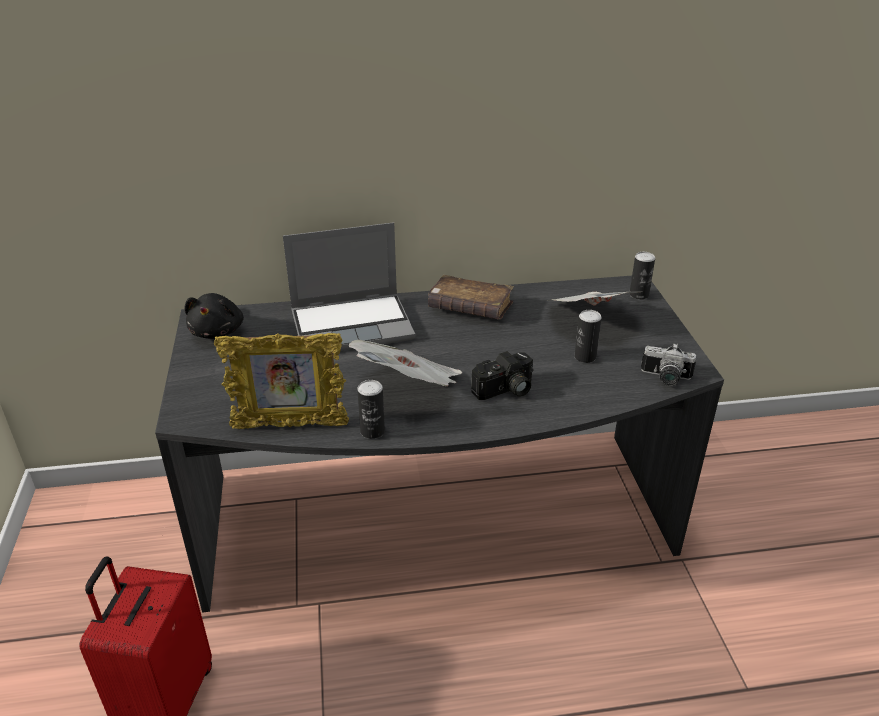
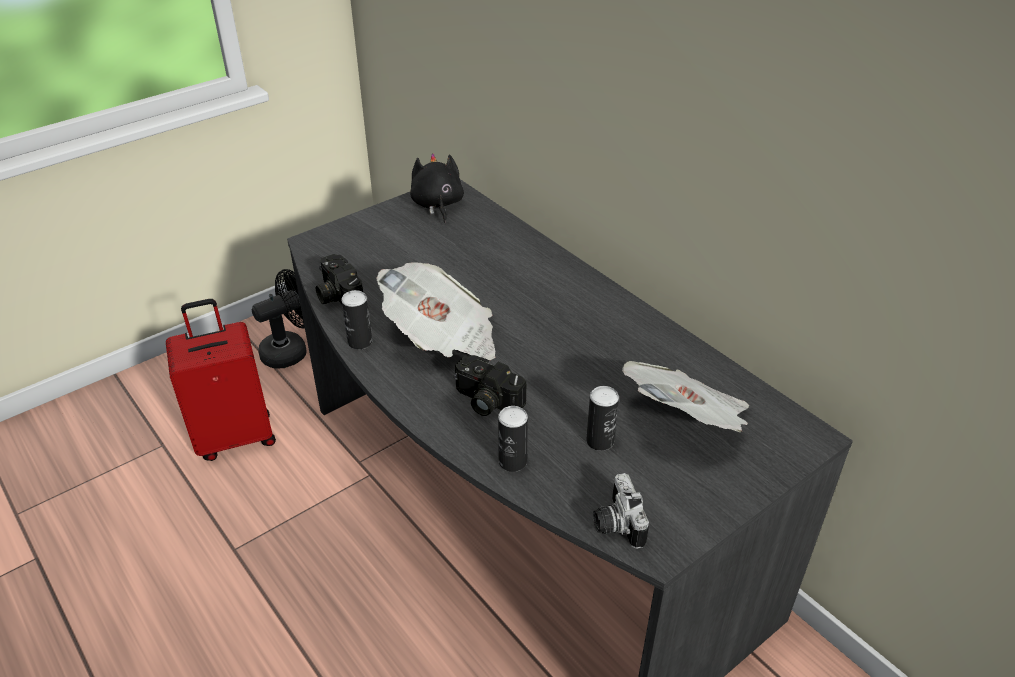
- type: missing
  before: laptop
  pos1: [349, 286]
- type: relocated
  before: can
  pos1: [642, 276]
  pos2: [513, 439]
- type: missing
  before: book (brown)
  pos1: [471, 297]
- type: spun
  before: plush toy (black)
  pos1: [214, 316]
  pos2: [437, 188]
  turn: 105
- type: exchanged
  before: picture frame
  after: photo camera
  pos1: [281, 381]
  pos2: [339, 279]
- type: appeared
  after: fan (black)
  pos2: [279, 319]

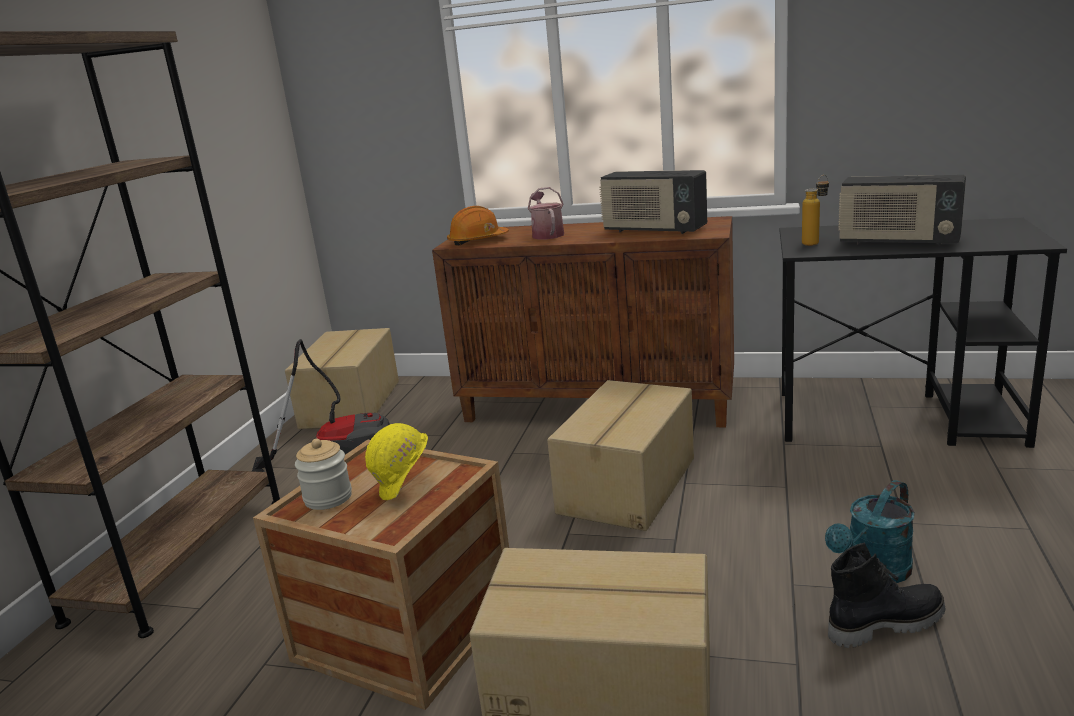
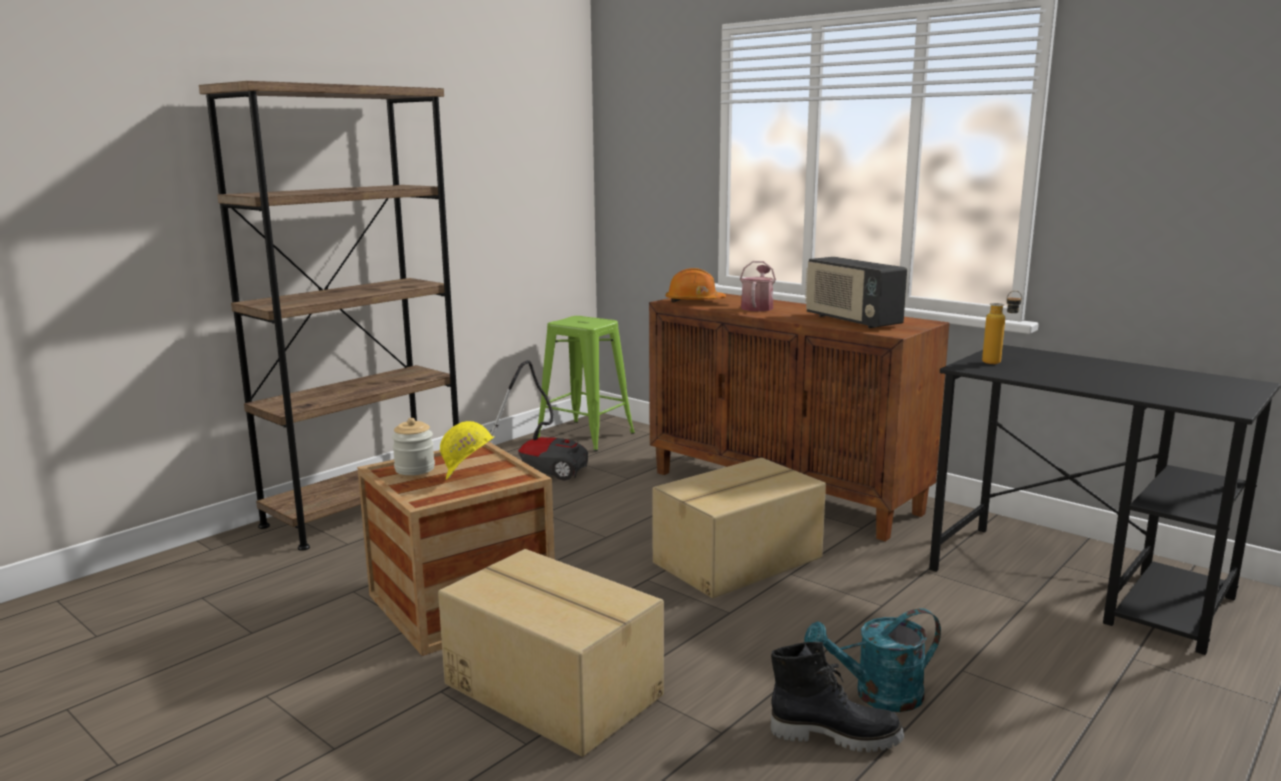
- type: missing
  before: radio
  pos1: [902, 210]
- type: exchanged
  before: cardboard box
  after: stool (green)
  pos1: [342, 378]
  pos2: [586, 383]

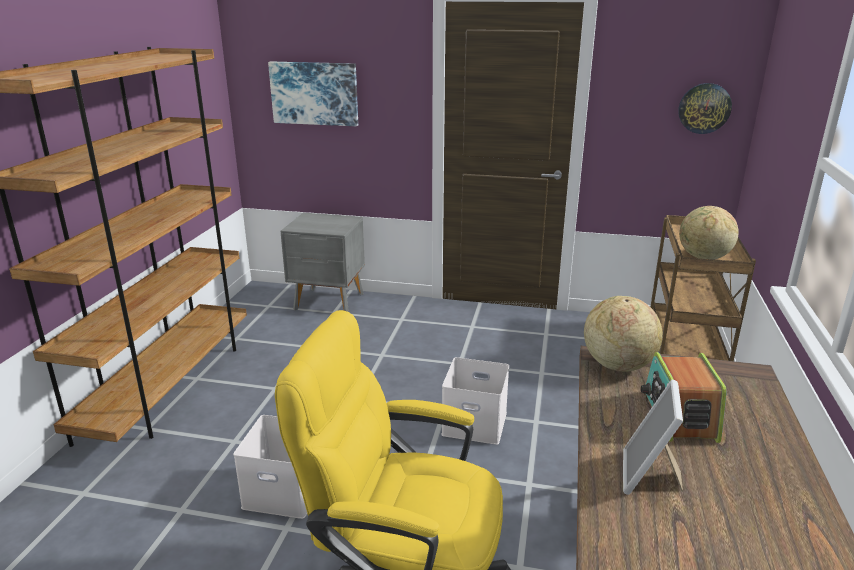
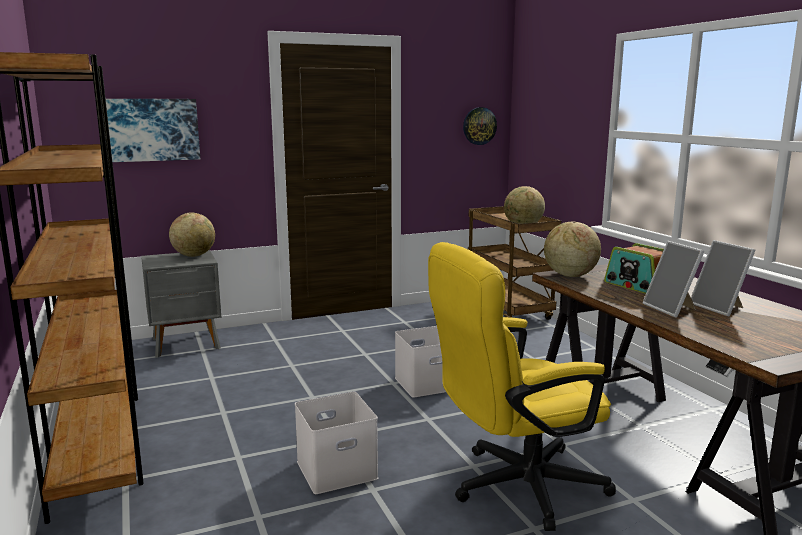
- type: appeared
  after: globe
  pos2: [192, 234]
- type: appeared
  after: picture frame
  pos2: [723, 278]

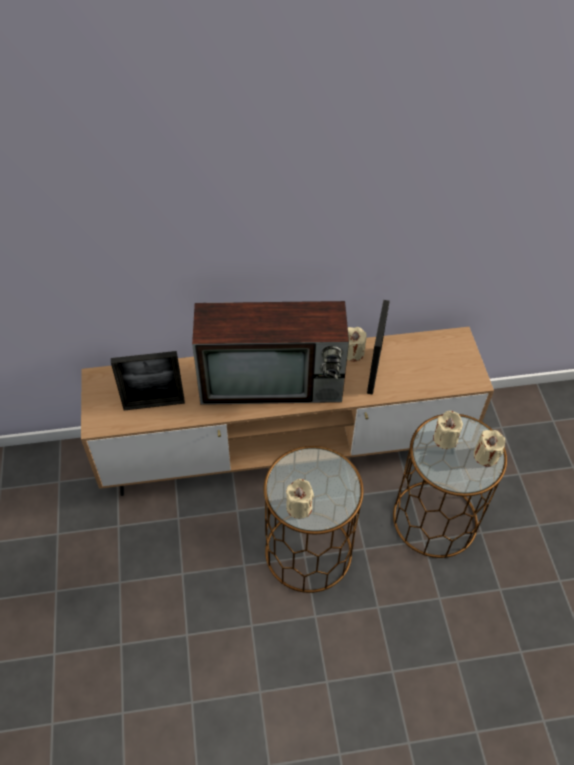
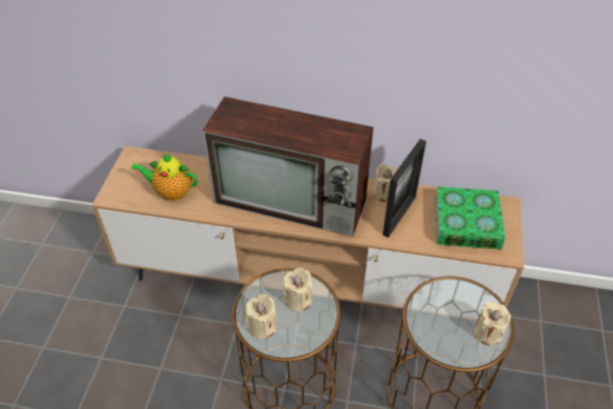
- type: exchanged
  before: picture frame
  after: teapot
  pos1: [148, 381]
  pos2: [164, 177]
- type: relocated
  before: candle (beige)
  pos1: [448, 430]
  pos2: [297, 289]
- type: appeared
  after: book
  pos2: [470, 218]

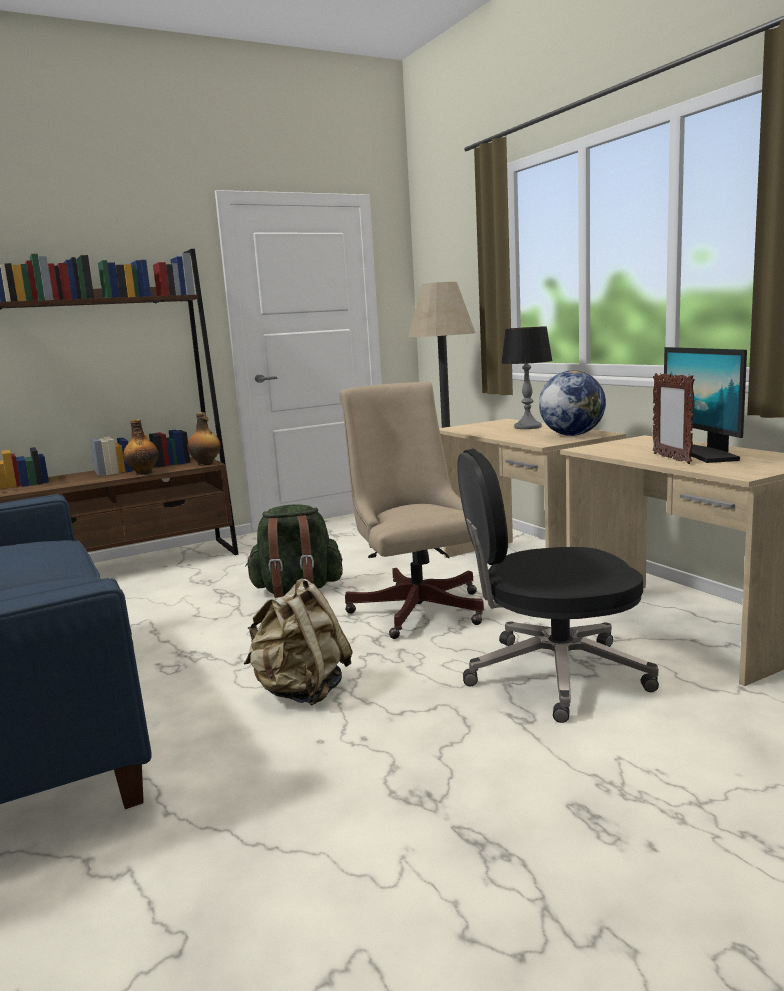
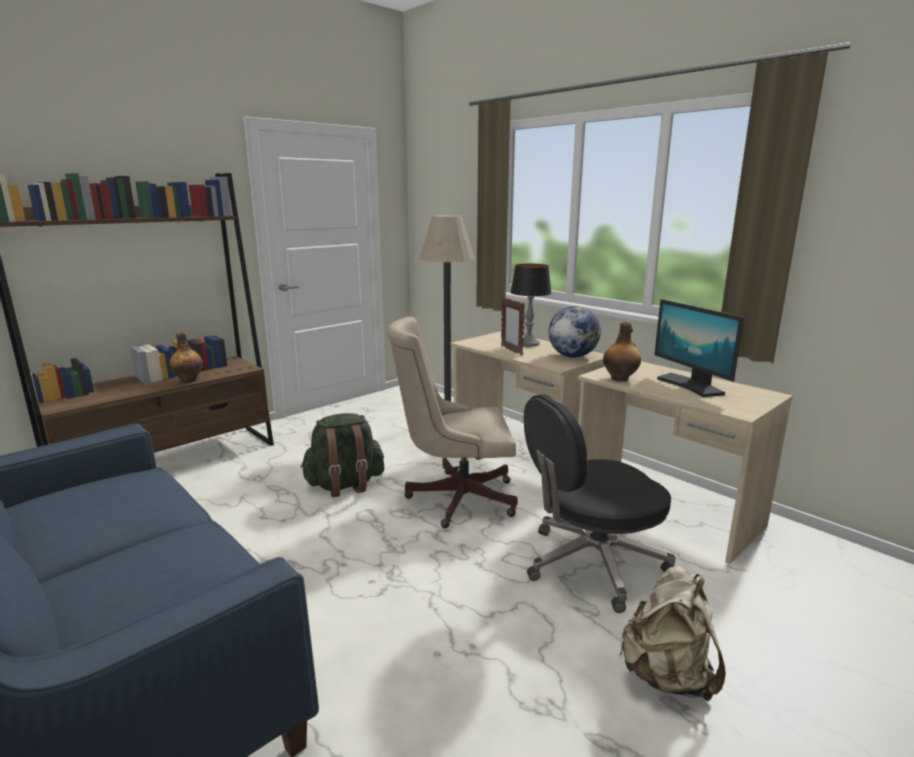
- type: relocated
  before: picture frame
  pos1: [674, 418]
  pos2: [513, 326]
- type: spun
  before: office chair (beige)
  pos1: [411, 510]
  pos2: [452, 422]
  turn: -60
- type: relocated
  before: bottle
  pos1: [204, 439]
  pos2: [622, 351]
- type: relocated
  before: backpack (beige)
  pos1: [298, 642]
  pos2: [672, 634]

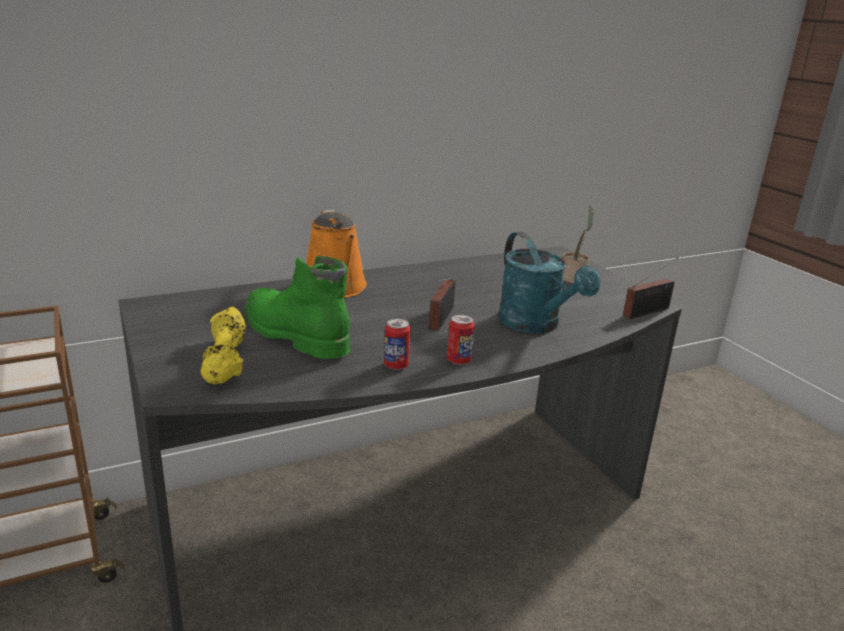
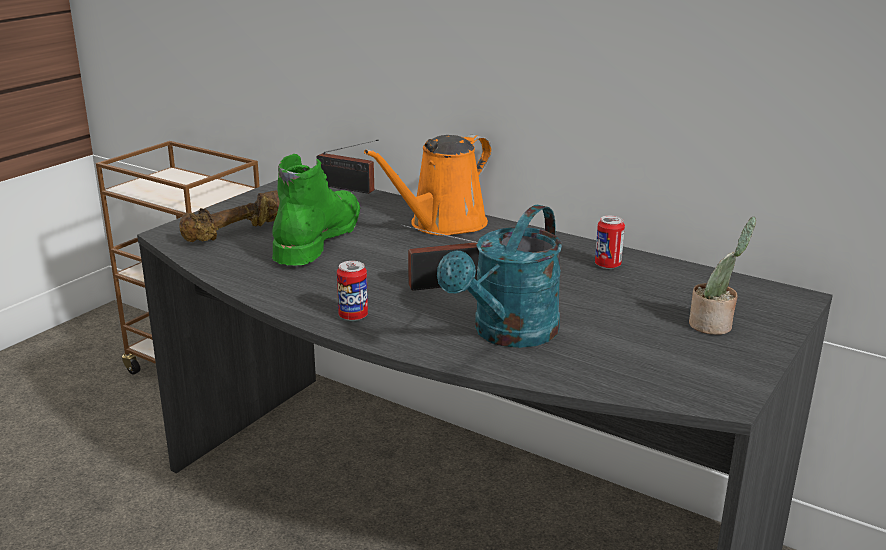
- type: relocated
  before: radio
  pos1: [651, 288]
  pos2: [347, 167]
- type: colour
  before: dumbbell (yellow)
  after: dumbbell (brown)
  pos1: [223, 345]
  pos2: [229, 216]
- type: relocated
  before: can
  pos1: [397, 344]
  pos2: [610, 242]

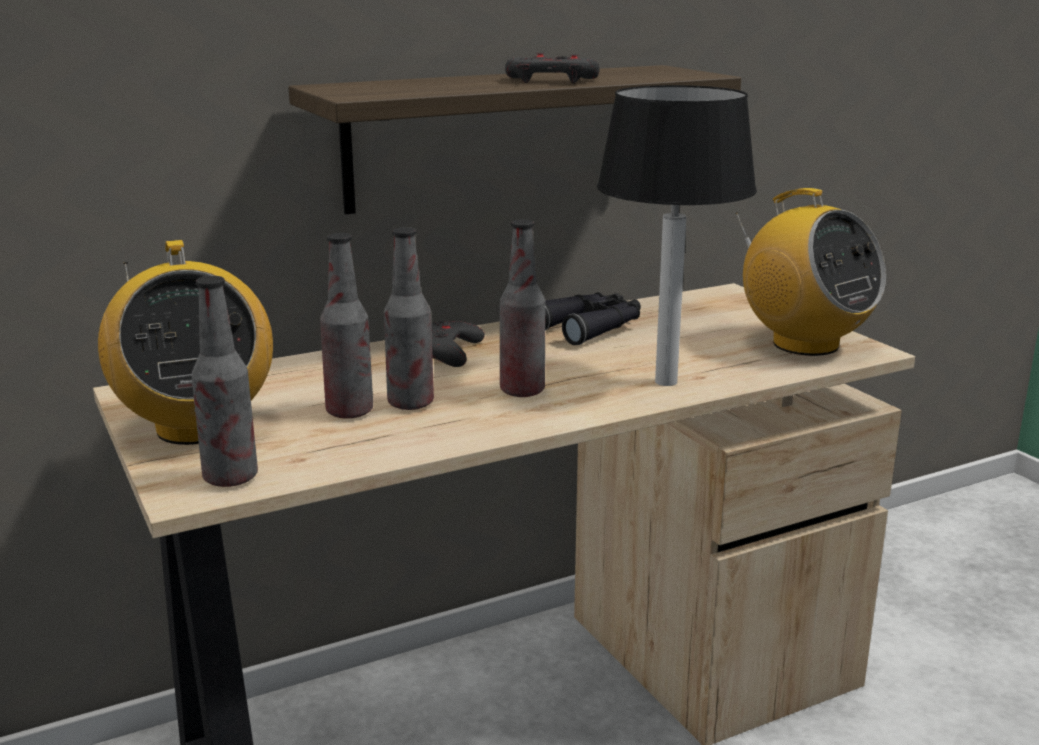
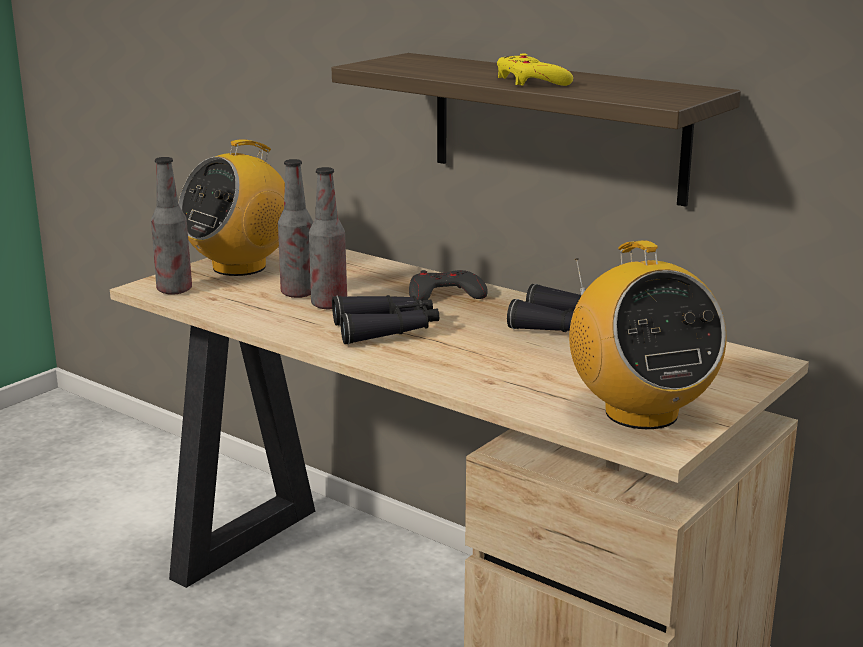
- type: colour
  before: game controller (grey)
  after: game controller (yellow)
  pos1: [552, 67]
  pos2: [535, 70]
- type: missing
  before: table lamp
  pos1: [677, 235]
- type: spun
  before: radio
  pos1: [810, 272]
  pos2: [647, 334]
  turn: -45
- type: exchanged
  before: bottle
  after: binoculars (black)
  pos1: [522, 308]
  pos2: [385, 319]

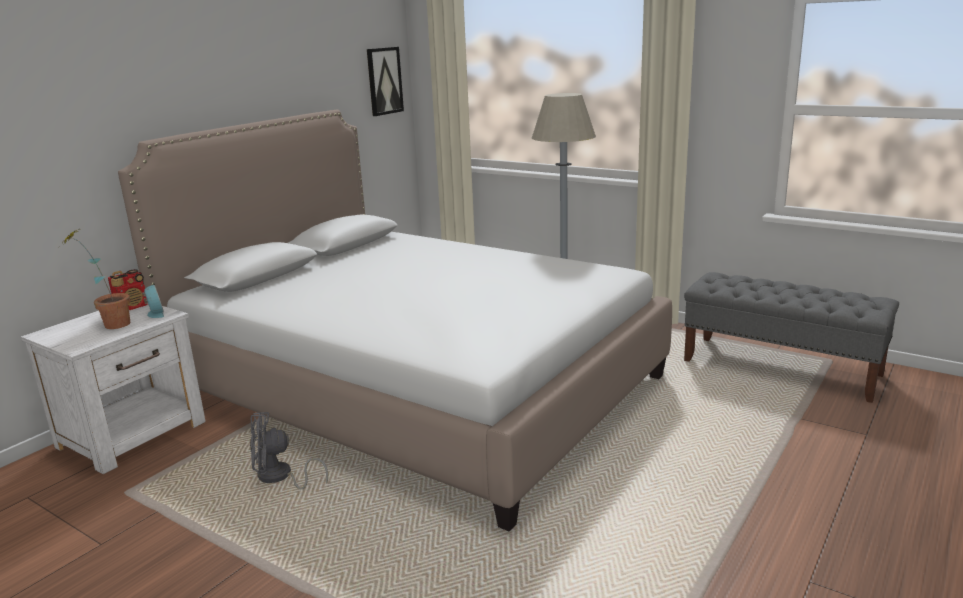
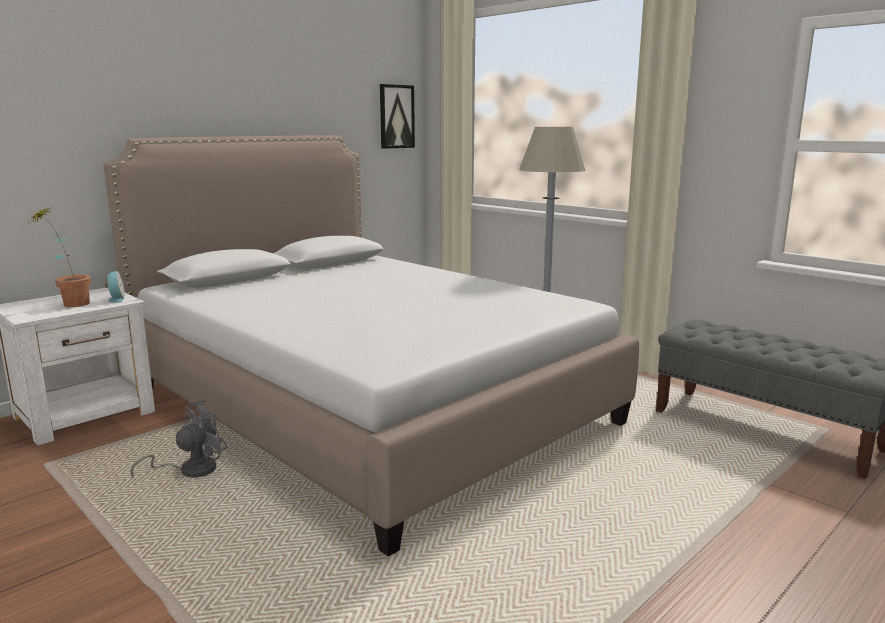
- type: missing
  before: radio
  pos1: [128, 289]
- type: spun
  before: fan (grey)
  pos1: [289, 450]
  pos2: [179, 439]
  turn: 135

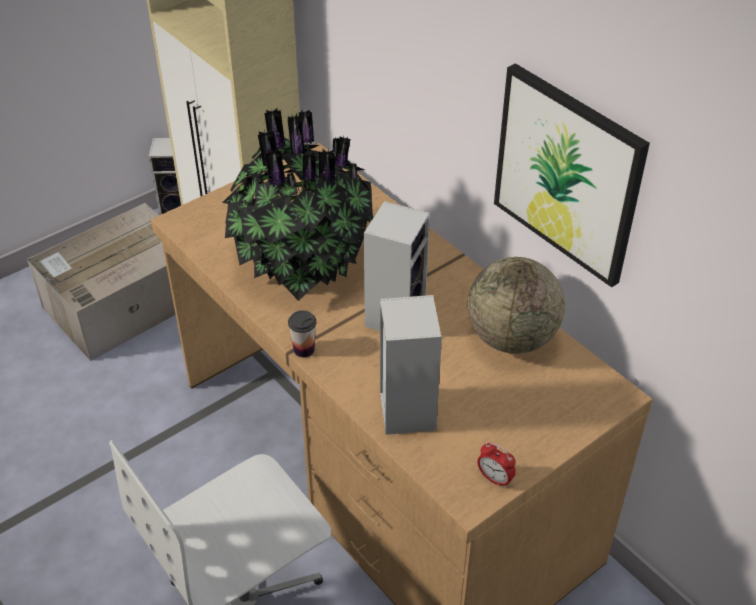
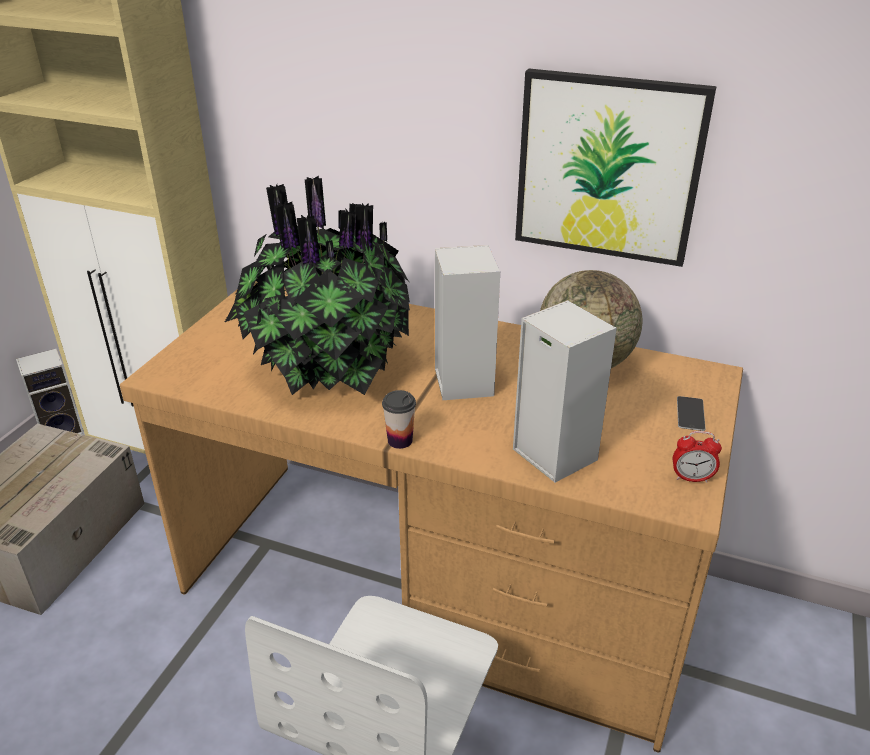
- type: appeared
  after: phone
  pos2: [691, 413]

